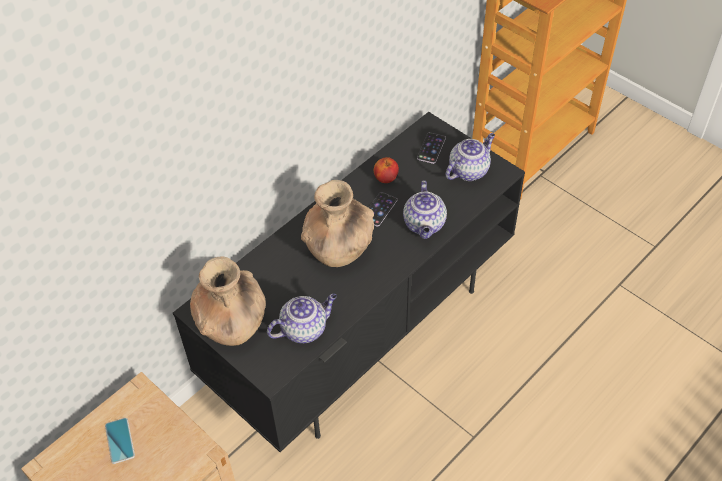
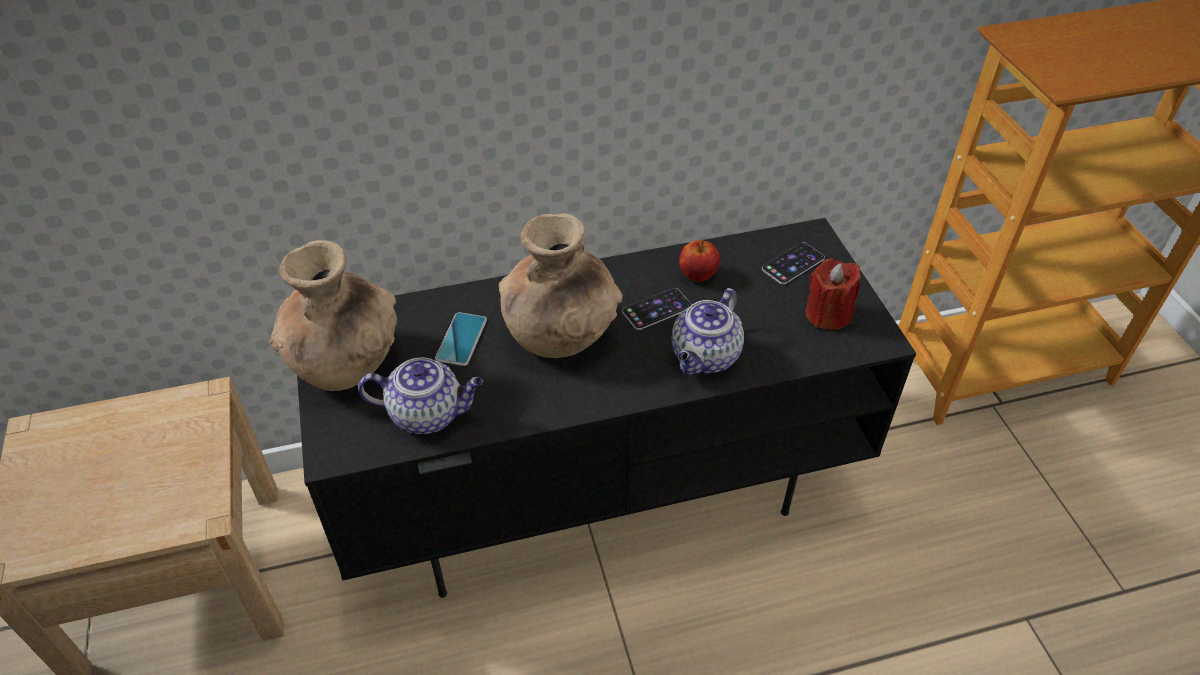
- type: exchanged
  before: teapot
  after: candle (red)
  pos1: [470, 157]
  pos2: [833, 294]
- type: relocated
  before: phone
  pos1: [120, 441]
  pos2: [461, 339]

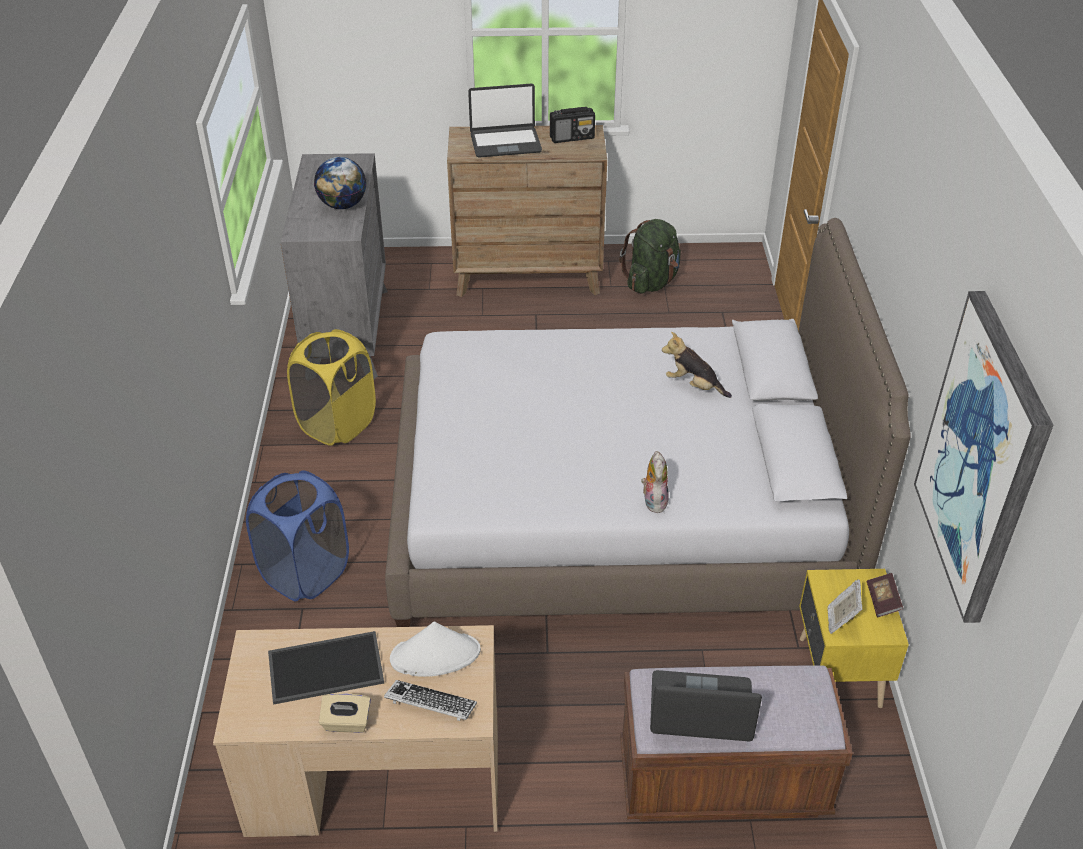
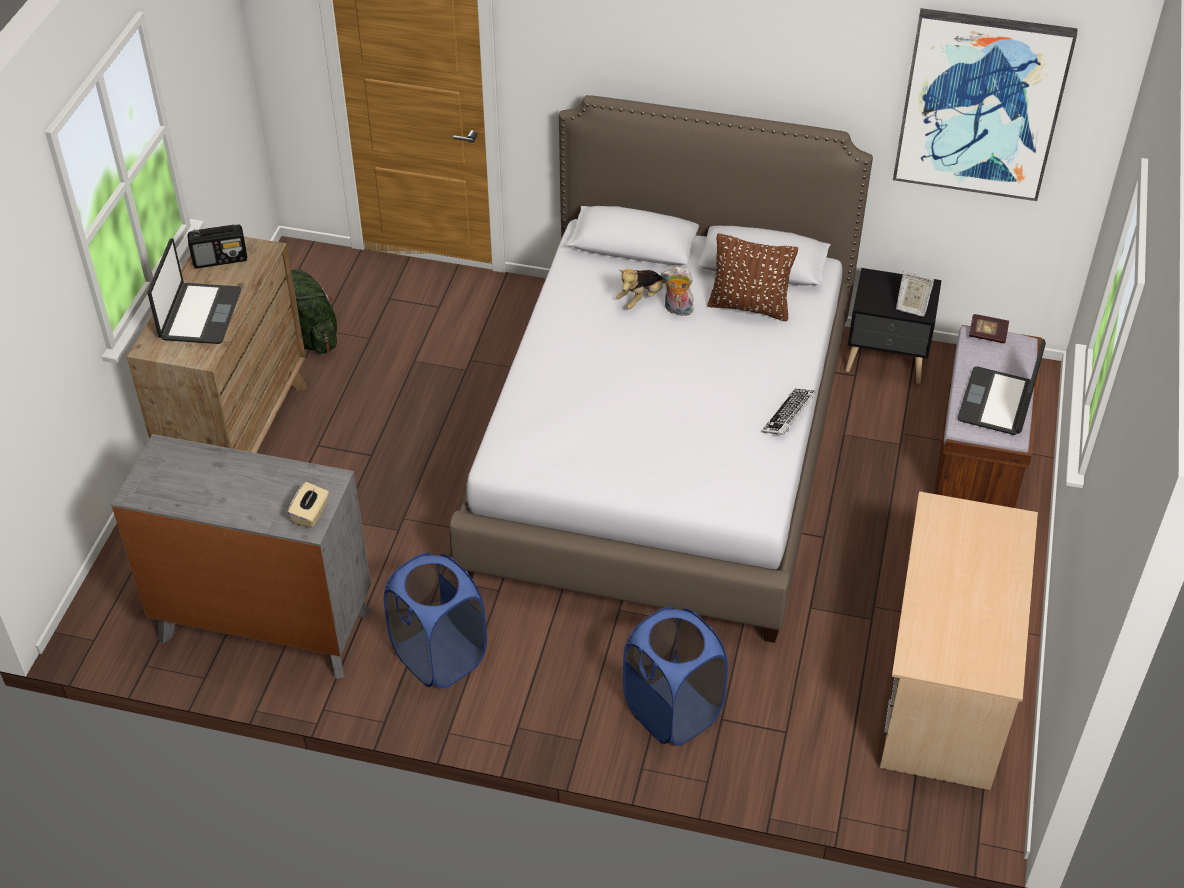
- type: spun
  before: radio
  pos1: [572, 125]
  pos2: [217, 246]
  turn: 75
- type: missing
  before: globe
  pos1: [340, 183]
- type: colour
  before: laundry basket (yellow)
  after: laundry basket (blue)
  pos1: [331, 387]
  pos2: [435, 620]
- type: relocated
  before: plush toy
  pos1: [655, 482]
  pos2: [677, 291]
- type: colour
  before: nightstand (yellow)
  after: nightstand (black)
  pos1: [854, 638]
  pos2: [893, 326]
- type: relocated
  before: book
  pos1: [885, 595]
  pos2: [989, 328]
- type: missing
  before: hat (white)
  pos1: [435, 649]
- type: missing
  before: tray
  pos1: [326, 668]
- type: relocated
  before: keyboard
  pos1: [430, 700]
  pos2: [788, 412]
- type: relocated
  before: tissue box (beige)
  pos1: [345, 713]
  pos2: [308, 505]
- type: appeared
  after: pillow (brown)
  pos2: [752, 277]

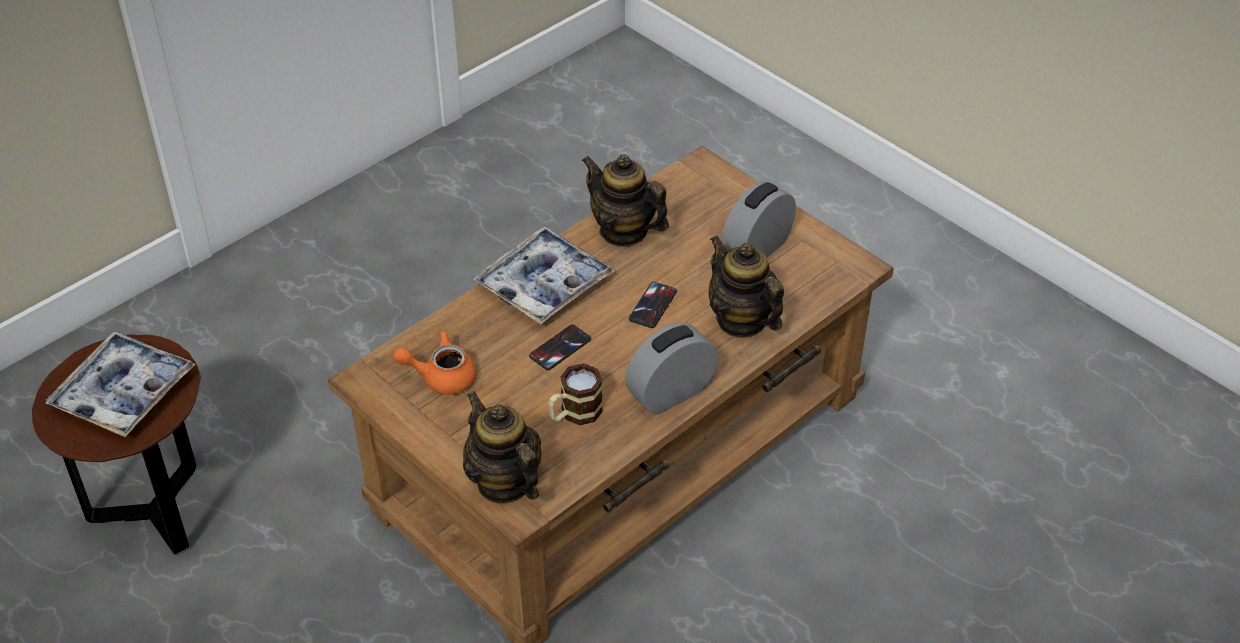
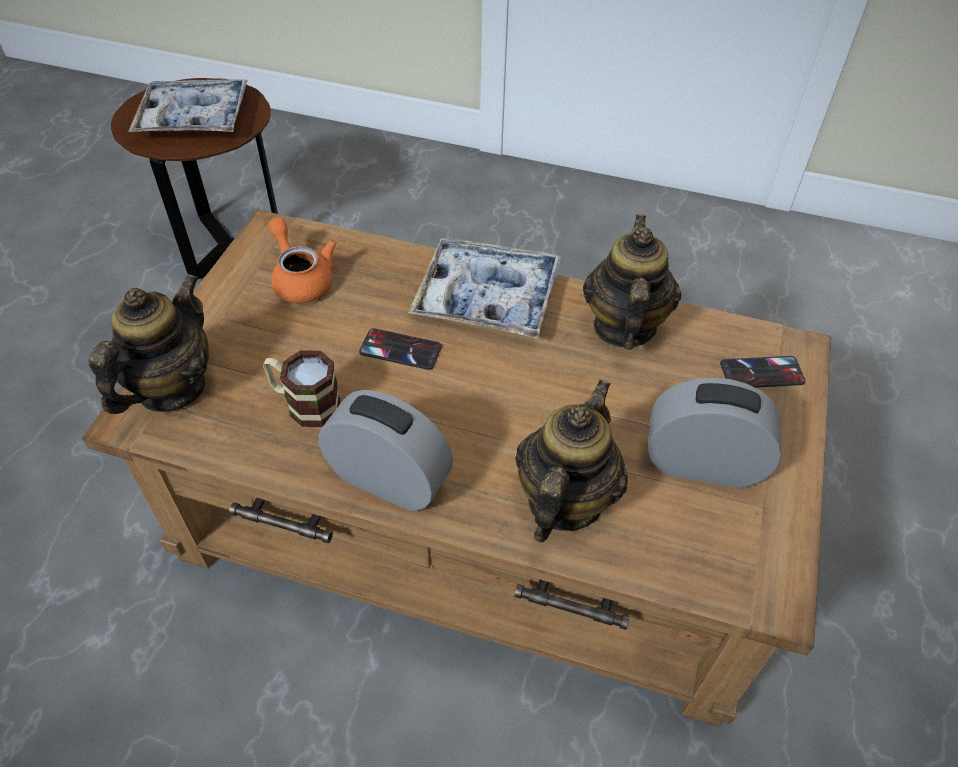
- type: relocated
  before: phone
  pos1: [653, 305]
  pos2: [762, 372]

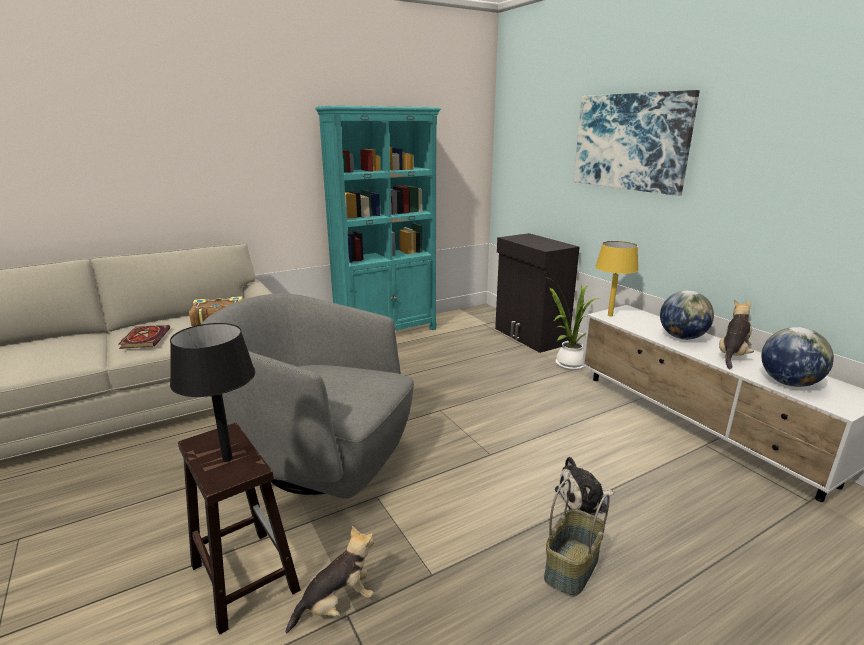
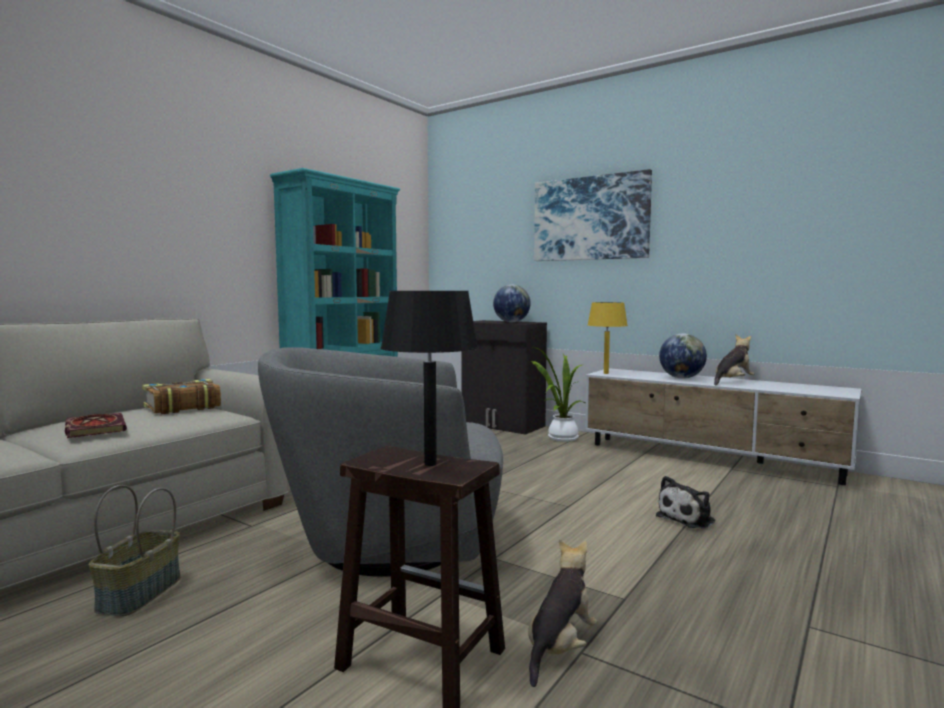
- type: spun
  before: plush toy
  pos1: [736, 334]
  pos2: [734, 360]
  turn: 45
- type: relocated
  before: globe
  pos1: [797, 357]
  pos2: [512, 303]
- type: relocated
  before: basket
  pos1: [577, 537]
  pos2: [134, 550]

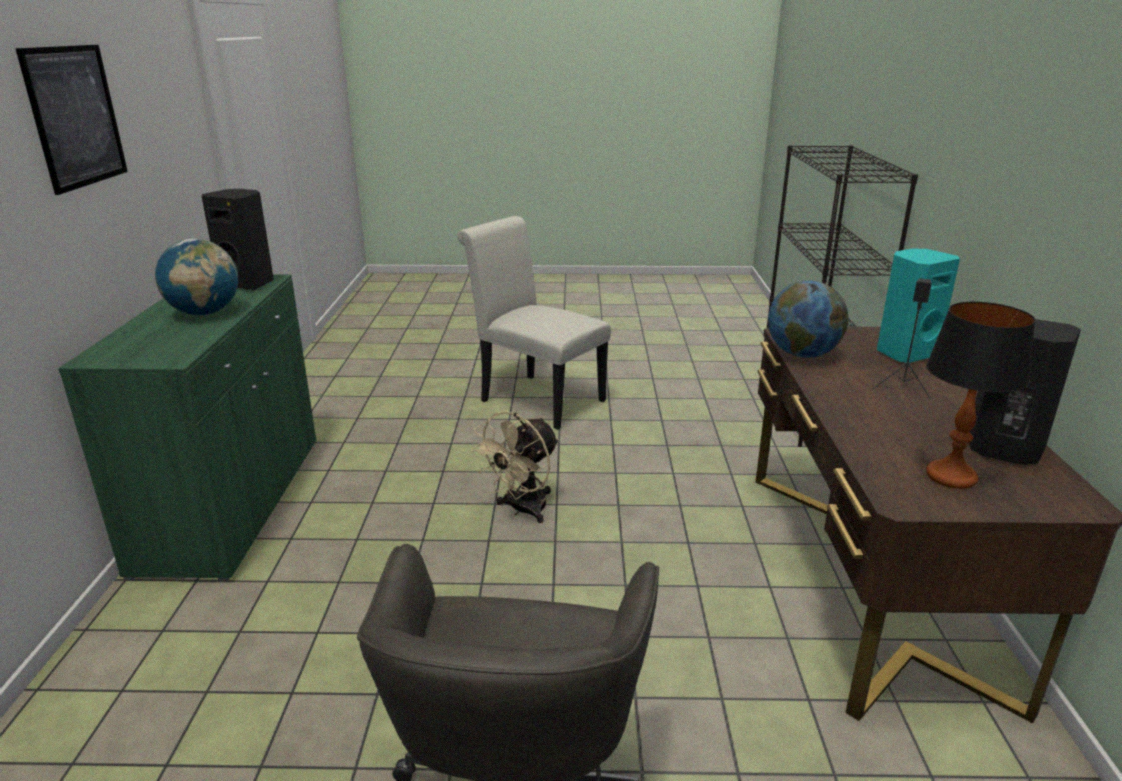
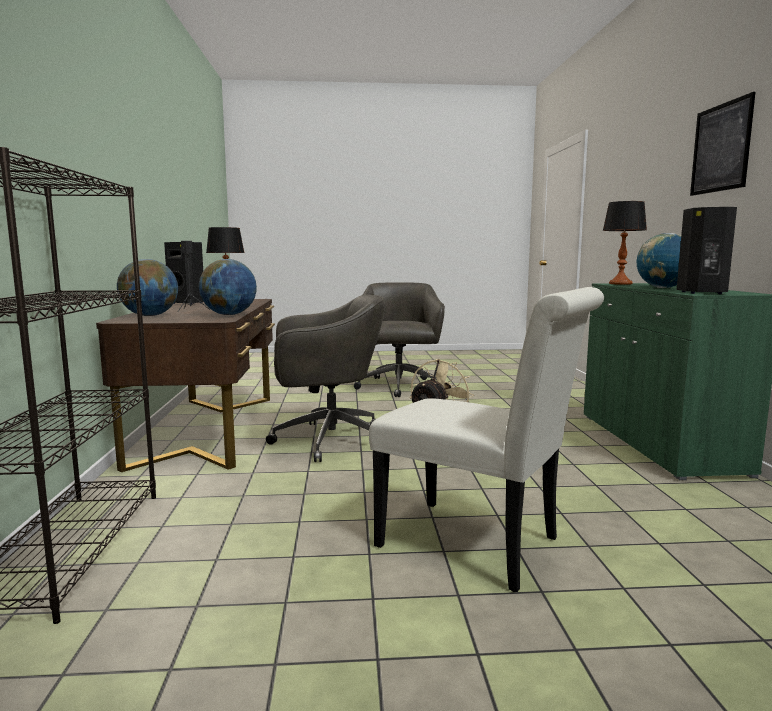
- type: exchanged
  before: speaker (turquoise)
  after: globe
  pos1: [918, 305]
  pos2: [147, 287]
- type: appeared
  after: table lamp
  pos2: [625, 243]
- type: appeared
  after: office chair (grey)
  pos2: [325, 378]

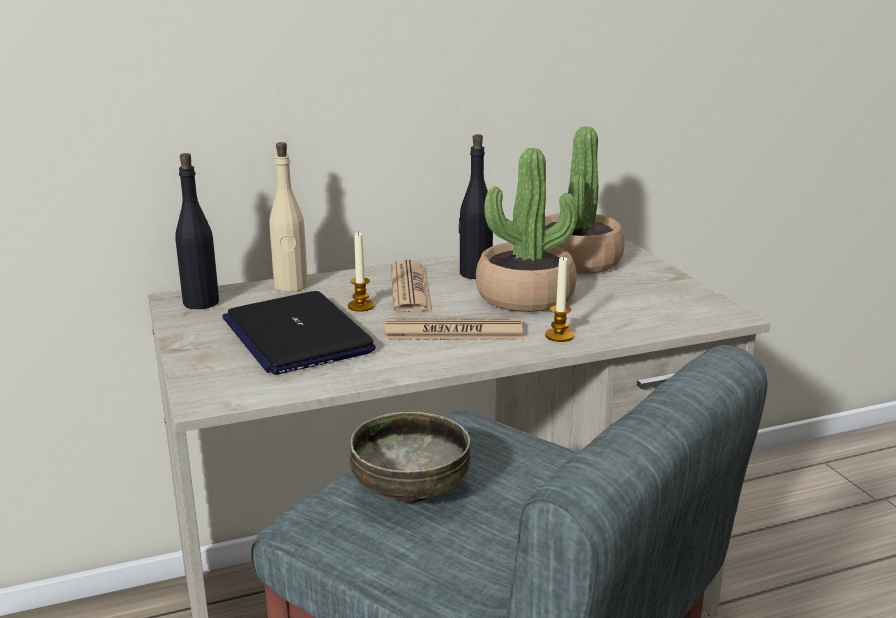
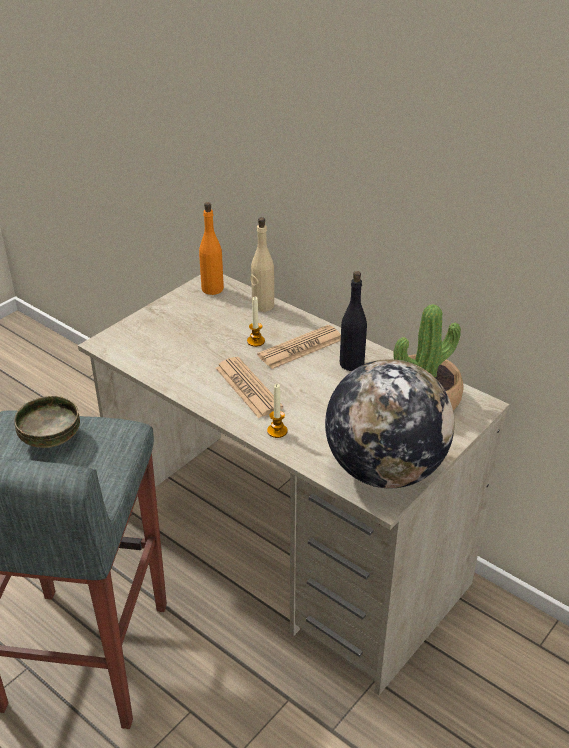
- type: missing
  before: potted plant
  pos1: [527, 230]
- type: colour
  before: bottle (black)
  after: bottle (orange)
  pos1: [197, 231]
  pos2: [211, 248]
- type: missing
  before: laptop
  pos1: [299, 333]
- type: appeared
  after: globe
  pos2: [389, 423]

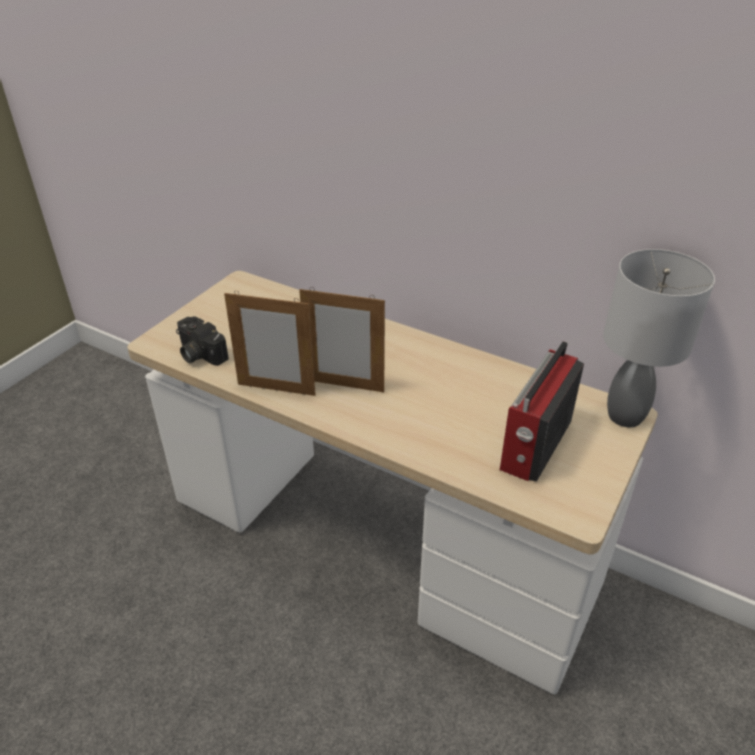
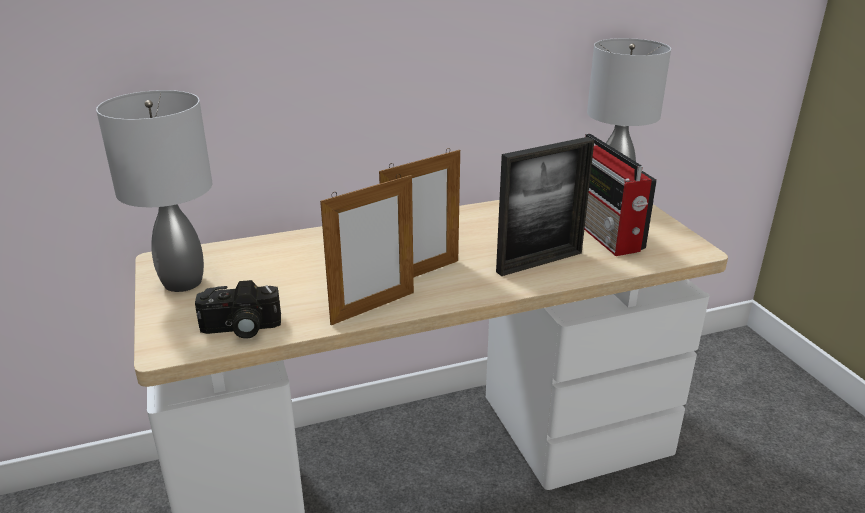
- type: appeared
  after: table lamp (grey)
  pos2: [154, 191]
- type: appeared
  after: picture frame
  pos2: [545, 206]

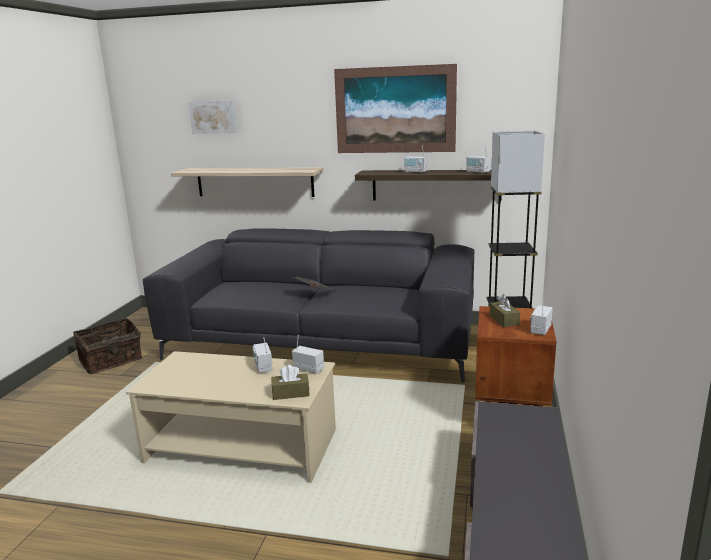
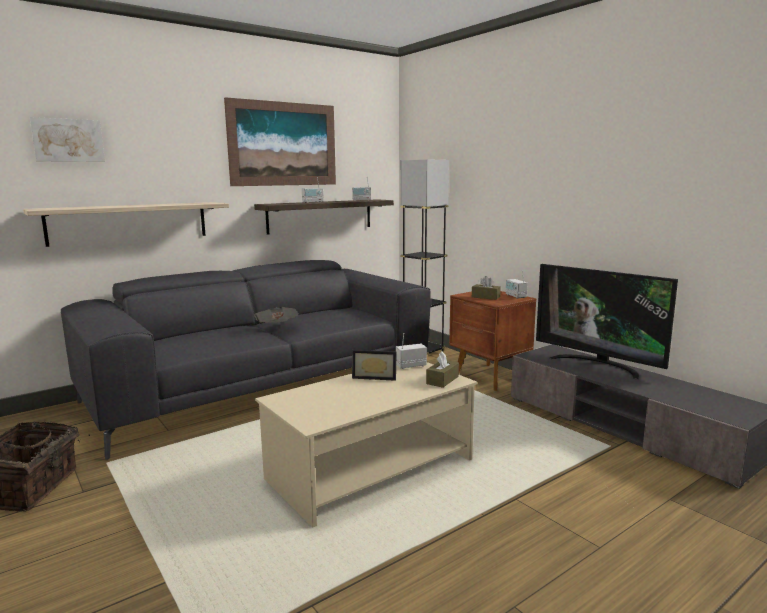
- type: exchanged
  before: radio
  after: picture frame
  pos1: [263, 355]
  pos2: [374, 365]
- type: appeared
  after: television
  pos2: [607, 321]

